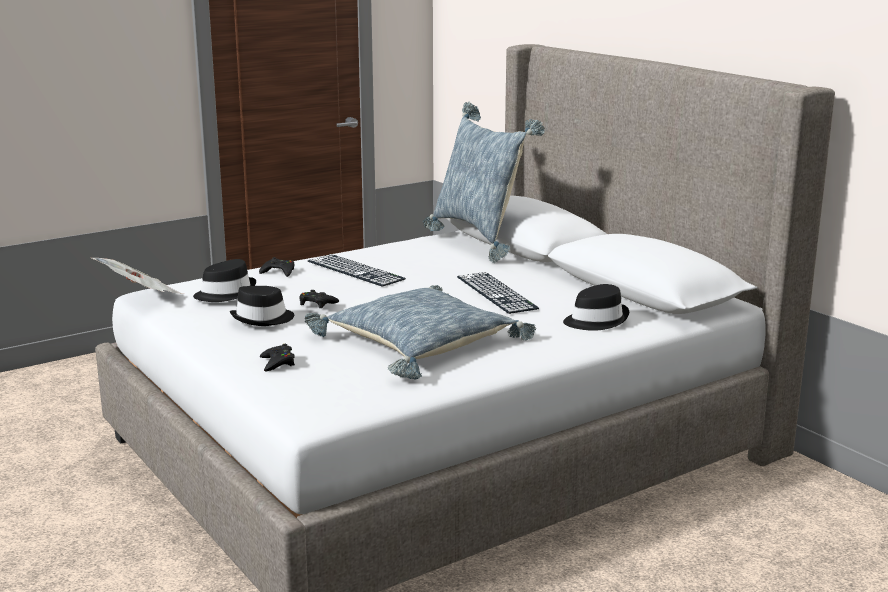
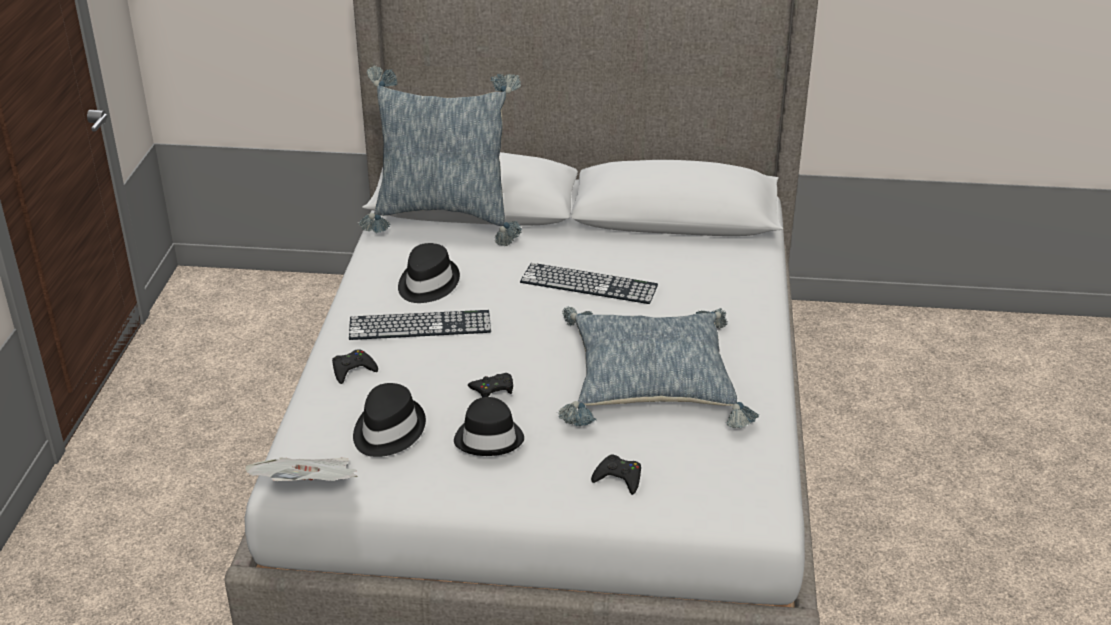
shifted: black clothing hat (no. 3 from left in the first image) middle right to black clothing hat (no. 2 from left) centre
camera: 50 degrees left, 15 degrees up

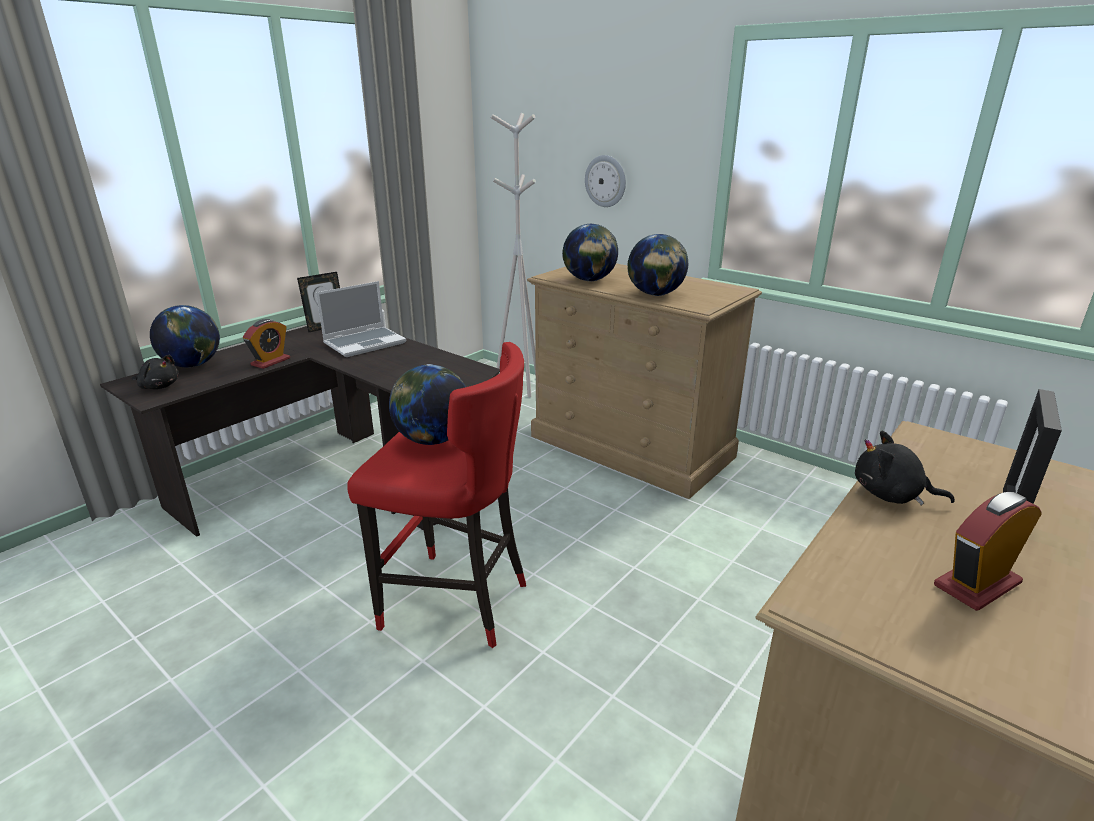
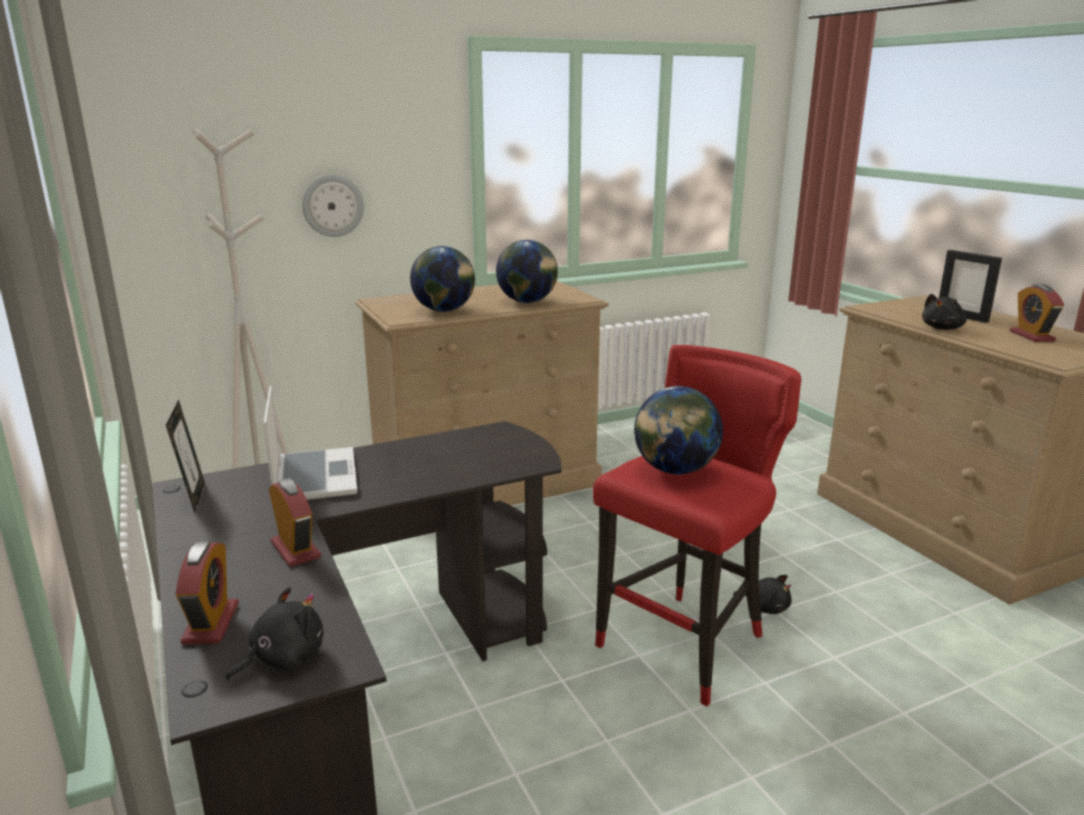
new: black soft toy (no. 2 from left) bottom right
swapped: globe (no. 1 from left) middle left to alarm clock (no. 1 from left) bottom left
camera: 65 degrees left, 5 degrees down

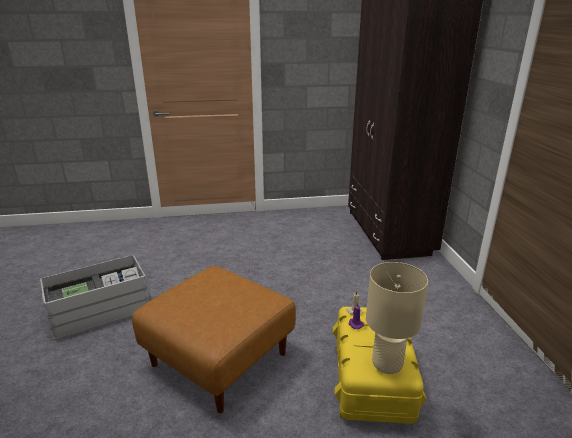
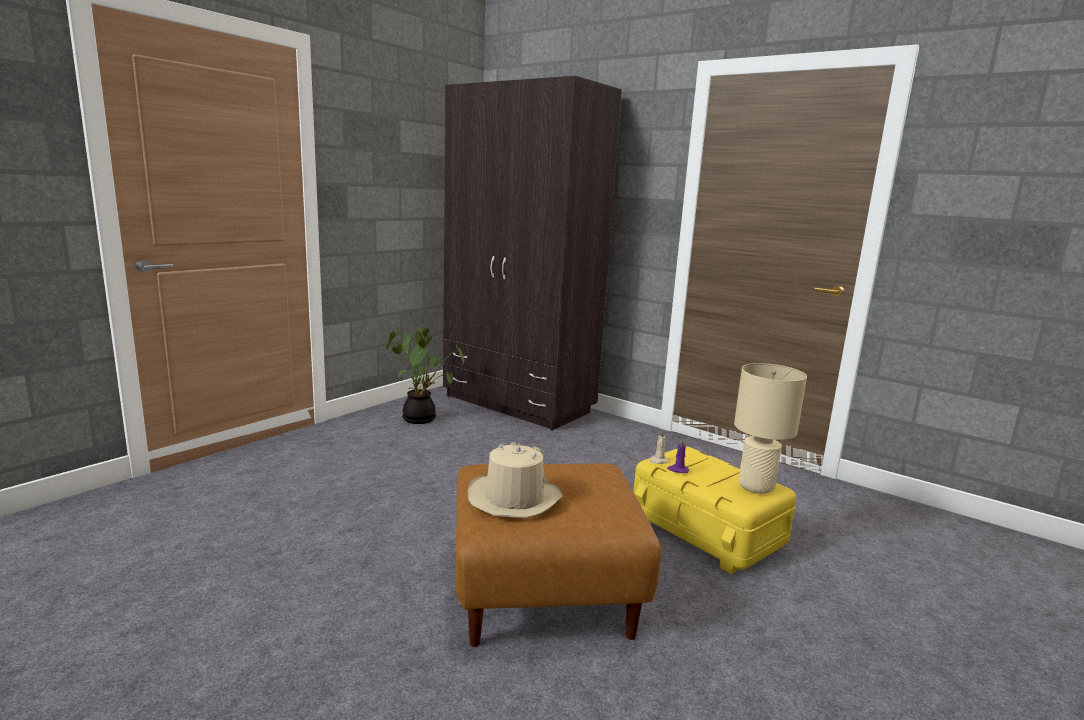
gone: greyish storage bin bottom left
new: potted plant centre; sand-coloured clothing hat bottom centre
camera: 45 degrees left, 10 degrees down

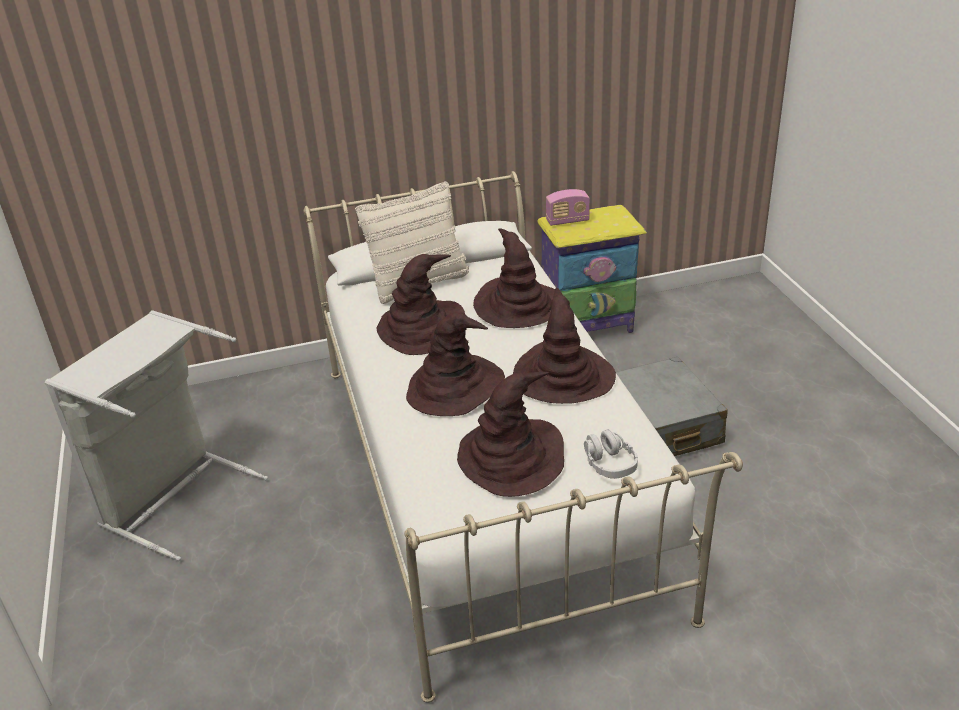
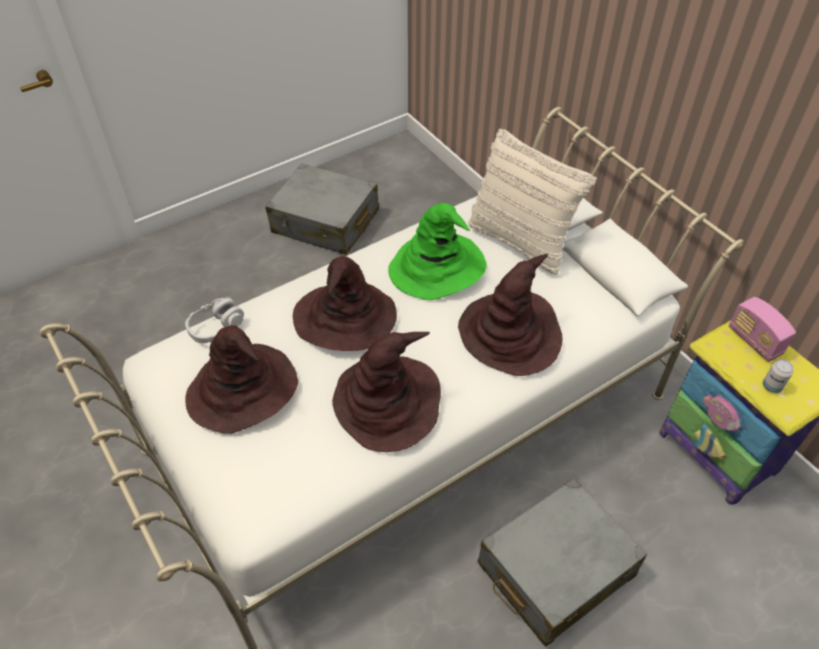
new: sealed can middle right
shifted: greyish pair of headphones centre to middle left
swapped: greyish hamper middle left to greyish travel case (no. 1 from left) top centre
repainted: brown-coloured clothing hat (no. 1 from left) centre to greenish clothing hat centre
camera: 70 degrees right, 15 degrees up

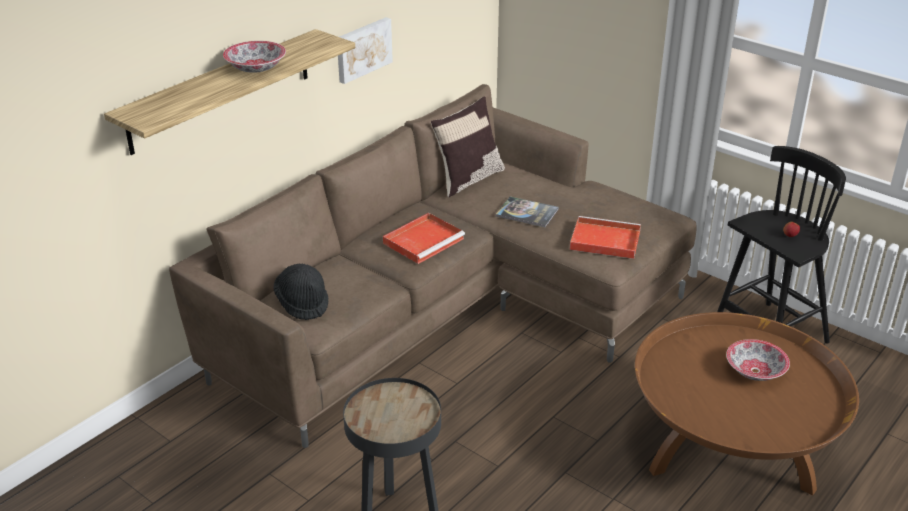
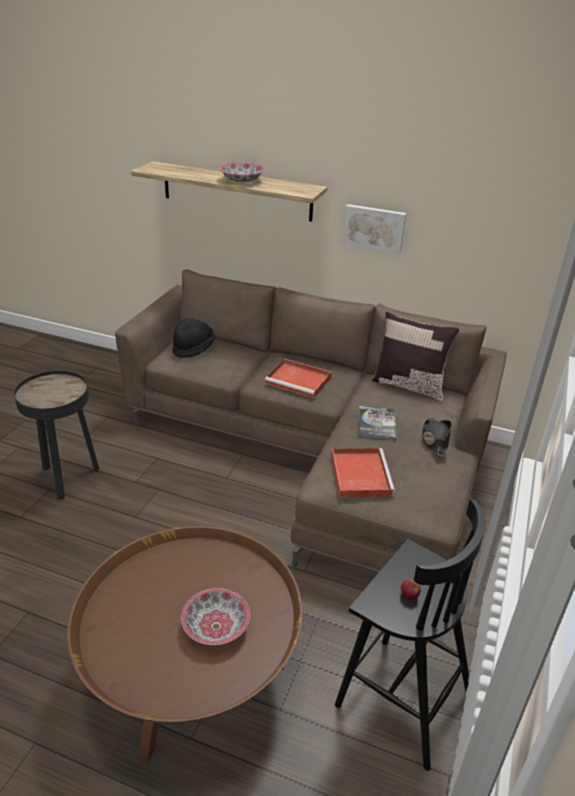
new: black clothing hat (no. 2 from left) middle right
camera: 70 degrees right, 0 degrees up

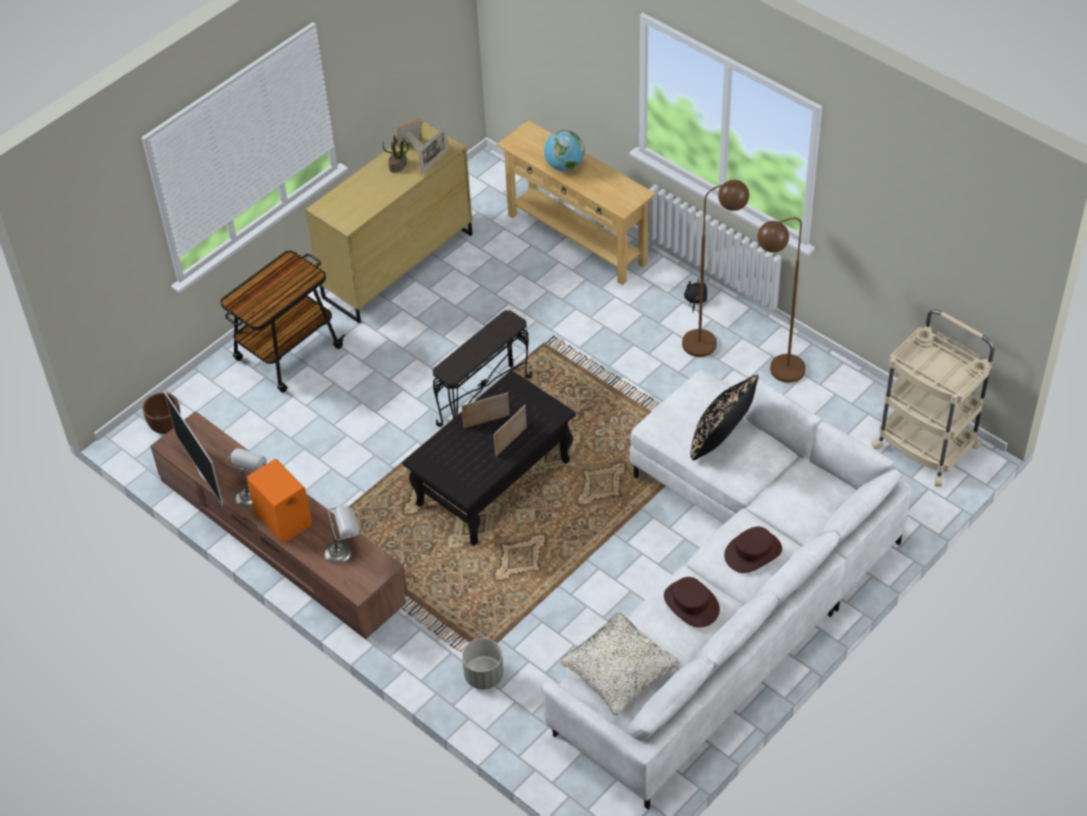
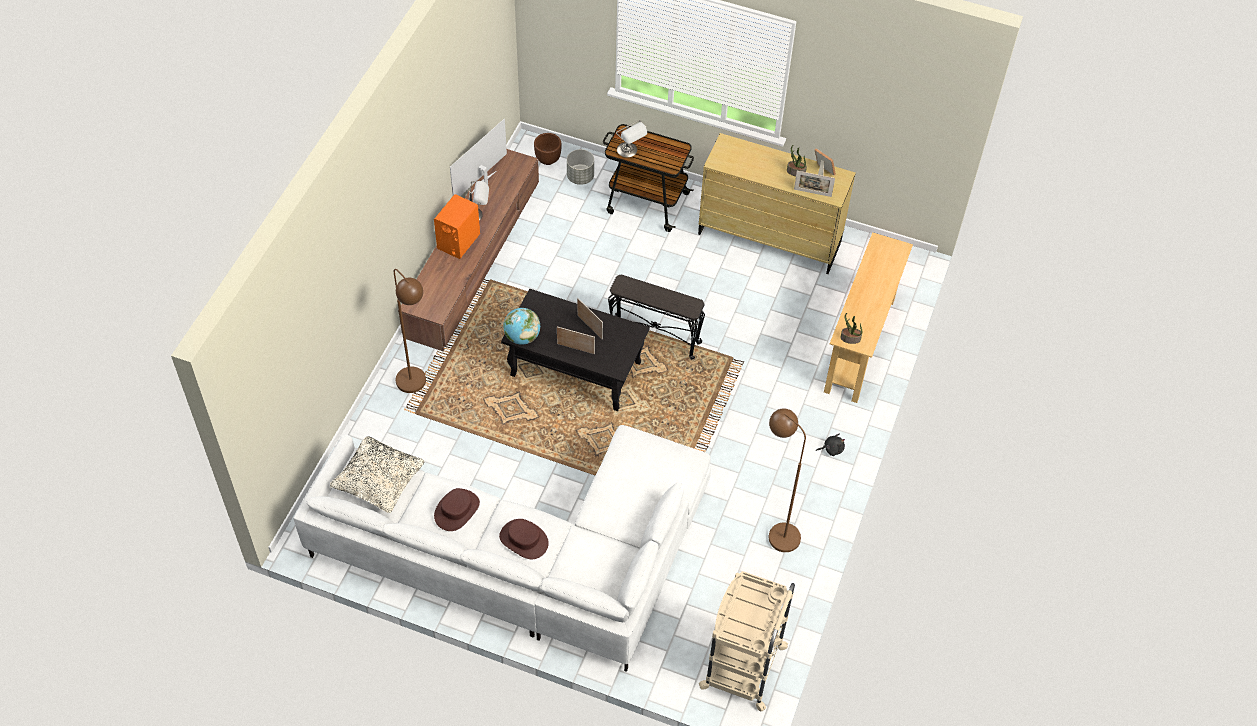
gone: black cushion centre
new: potted plant (no. 2 from left) middle right
shifted: brown-coloured standard lamp (no. 1 from left) top centre to middle left; globe top centre to centre; greyish planter bottom centre to top centre; whitish table lamp (no. 2 from left) middle left to top centre
camera: 65 degrees right, 5 degrees up

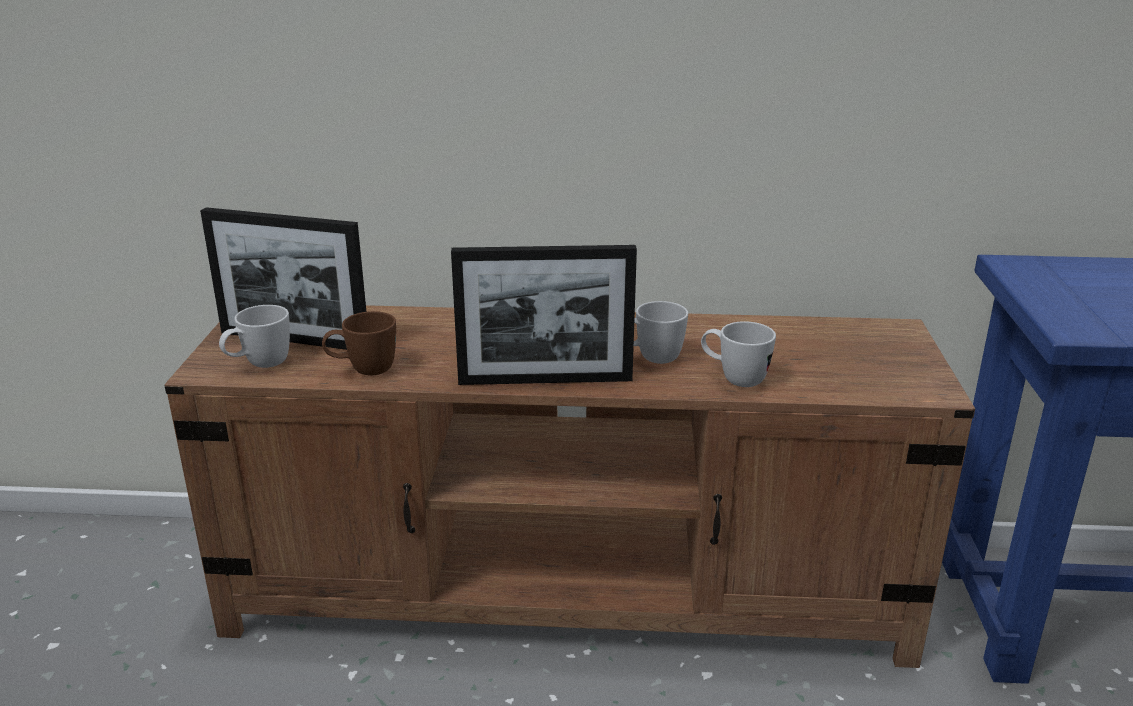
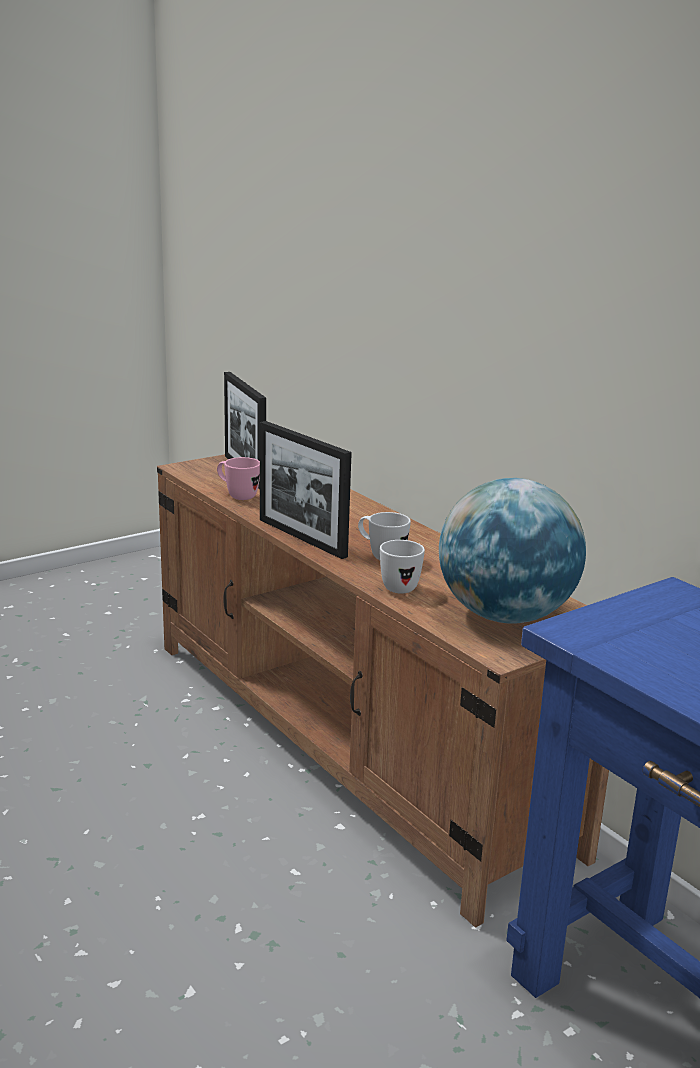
gone: whitish tea mug (no. 1 from left) middle left
new: globe middle right
repainted: brown-coloured tea mug middle left to pink-coloured tea mug centre
camera: 50 degrees right, 5 degrees down

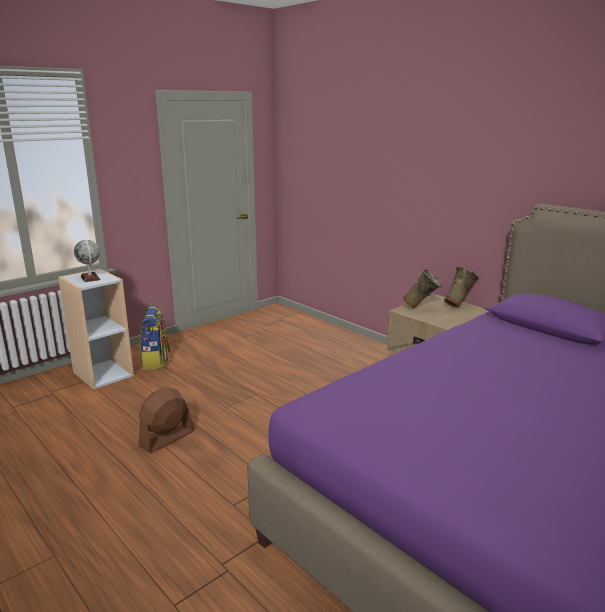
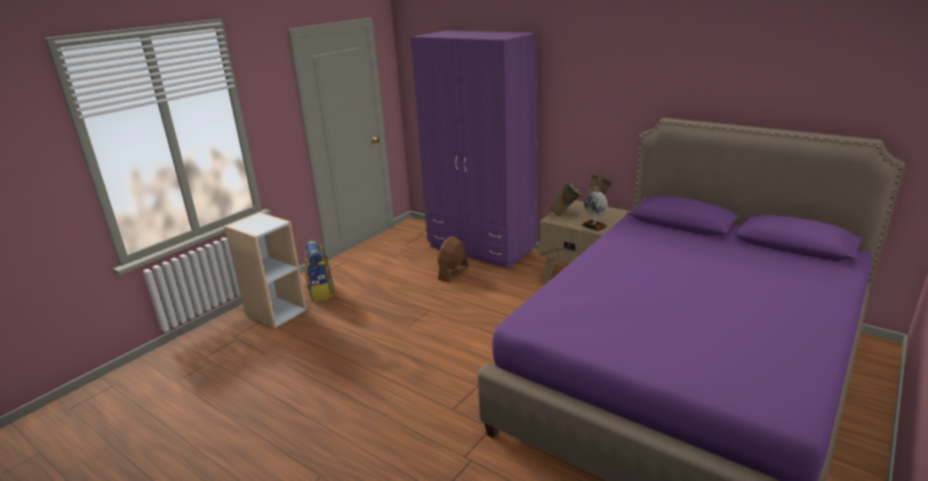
new: purplish wardrobe top centre
shifted: brown-coloured cooling fan bottom left to centre; globe middle left to centre
camera: 10 degrees left, 5 degrees up

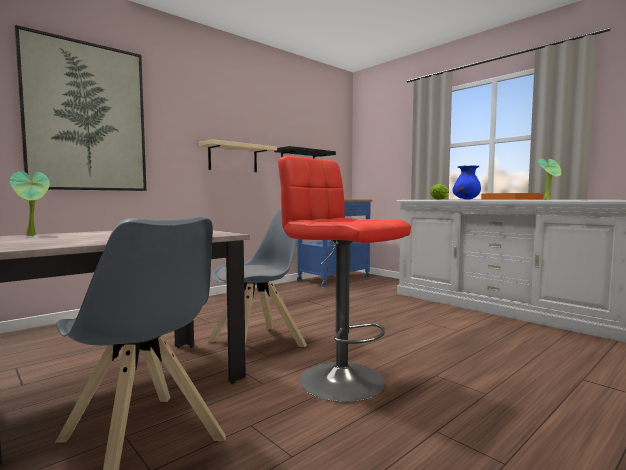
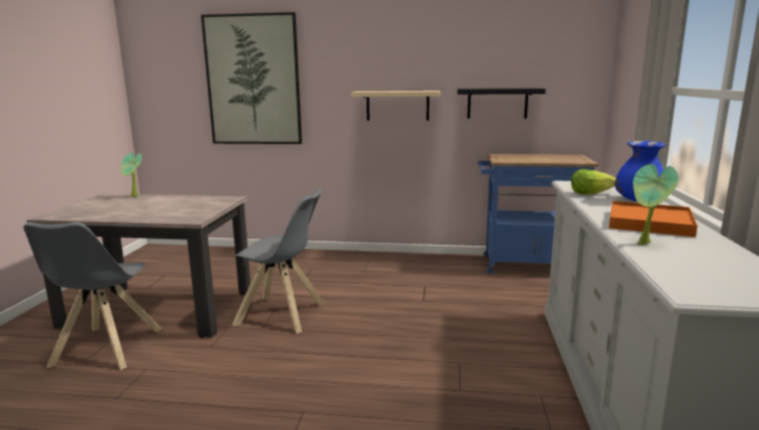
gone: reddish stool seat centre
camera: 50 degrees right, 10 degrees up

